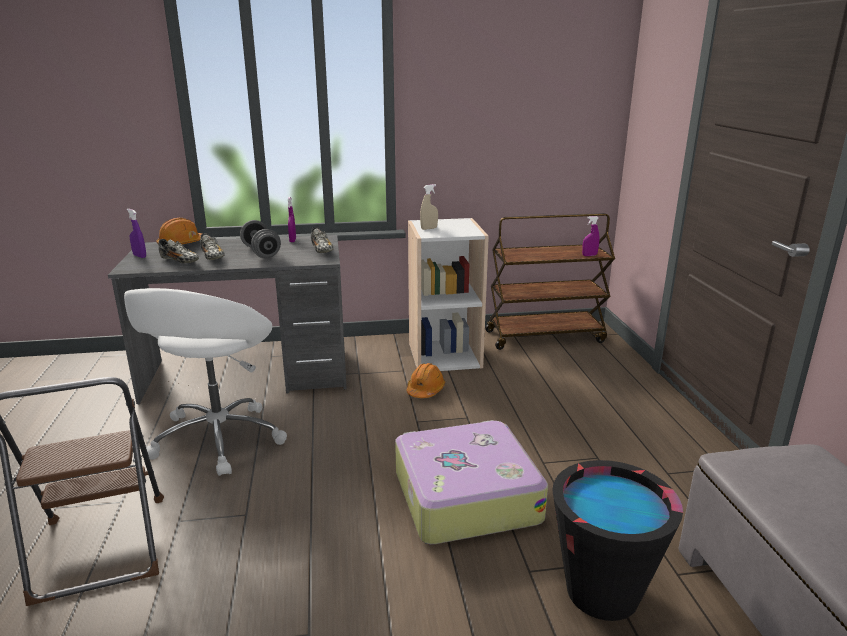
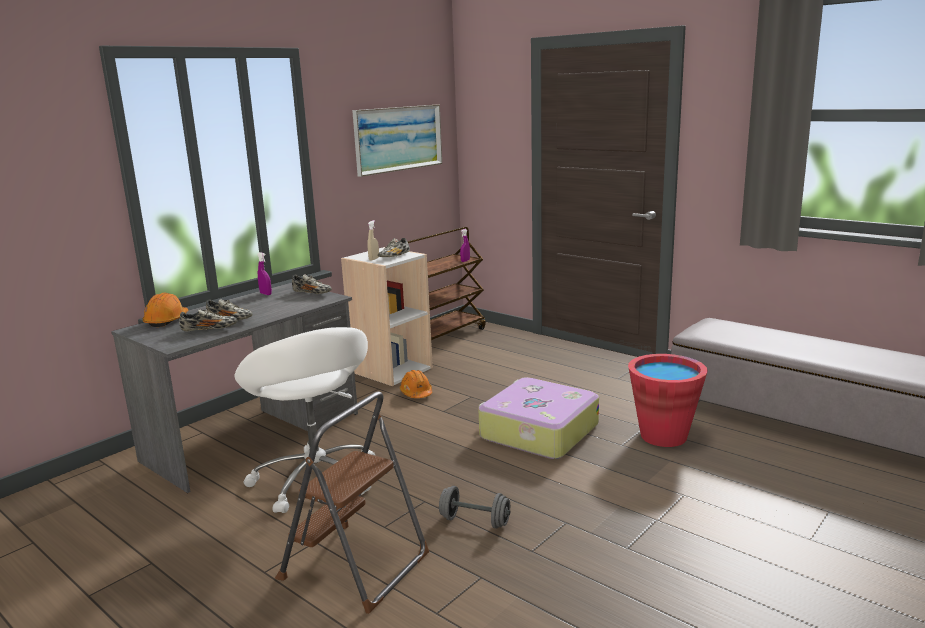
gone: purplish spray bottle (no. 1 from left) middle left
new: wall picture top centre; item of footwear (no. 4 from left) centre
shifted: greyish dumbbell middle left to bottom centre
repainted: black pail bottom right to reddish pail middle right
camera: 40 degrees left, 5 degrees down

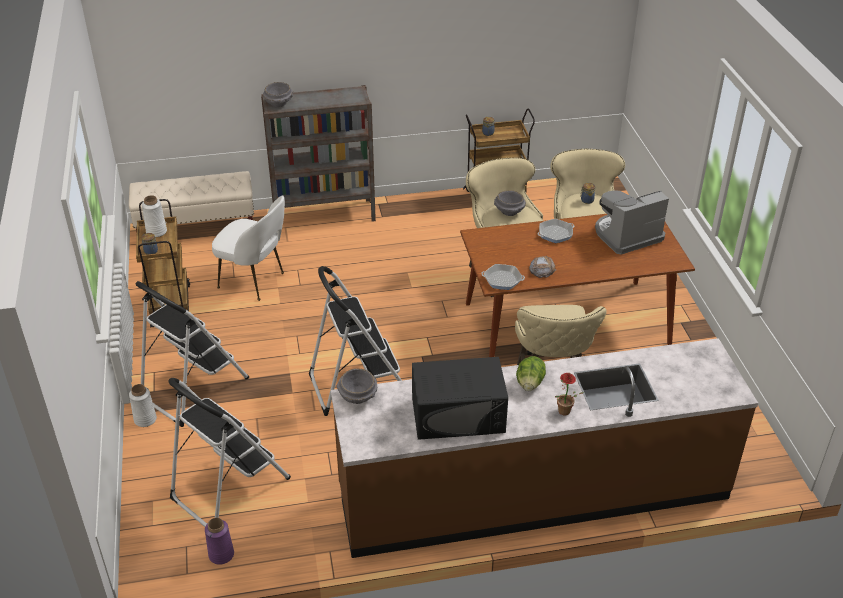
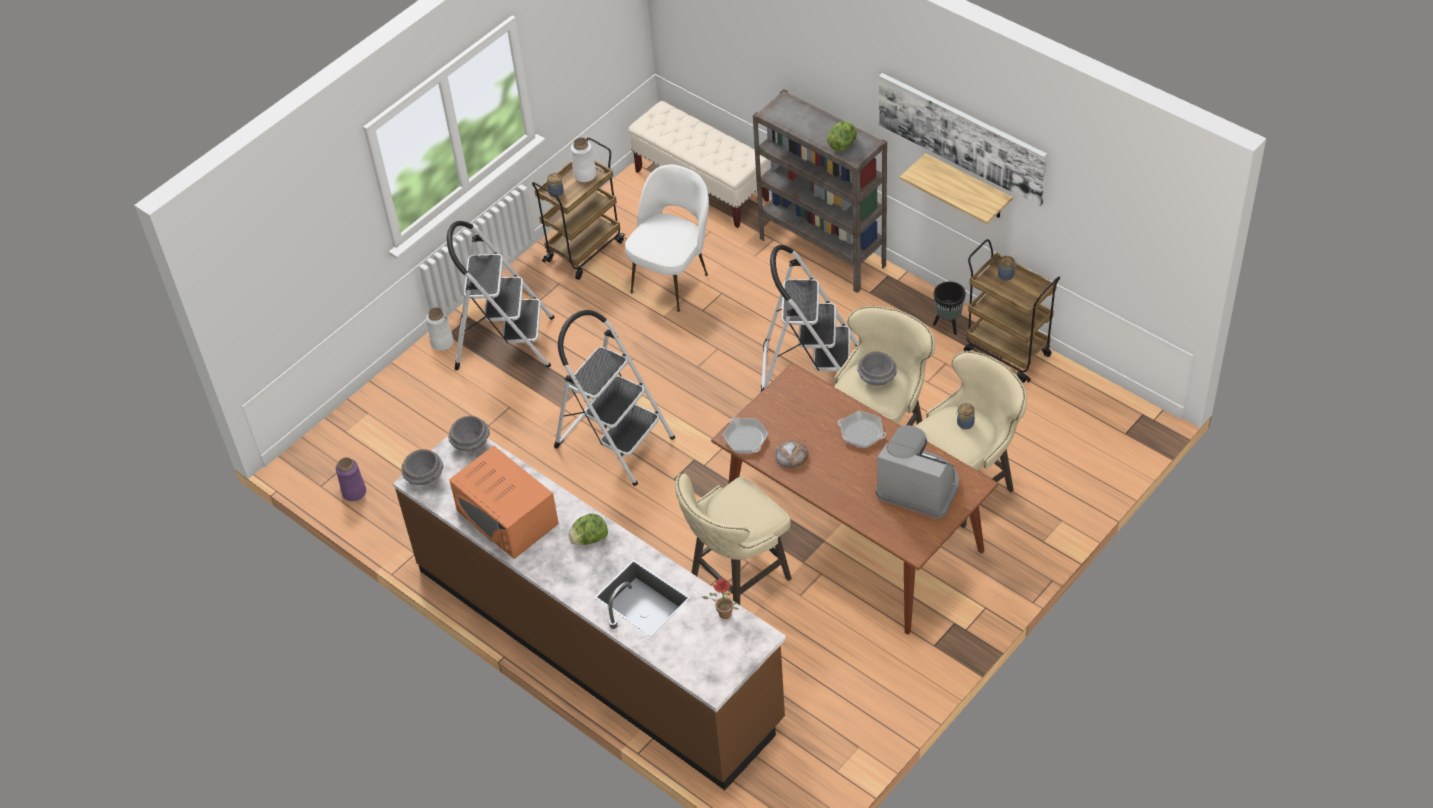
new: lettuce head (no. 2 from left) top centre; wall picture top right; wall shelf top right; black planter centre
shifted: greyish deep dish (no. 1 from left) top left to middle left; potted plant middle right to bottom centre; stepladder (no. 2 from left in the first image) bottom left to stepladder (no. 3 from left) centre
repainted: black microwave centre to orangey microwave centre
rotated: whitish upright chair middle left = top centre 135 degrees counterclockwise
camera: 55 degrees right, 10 degrees up

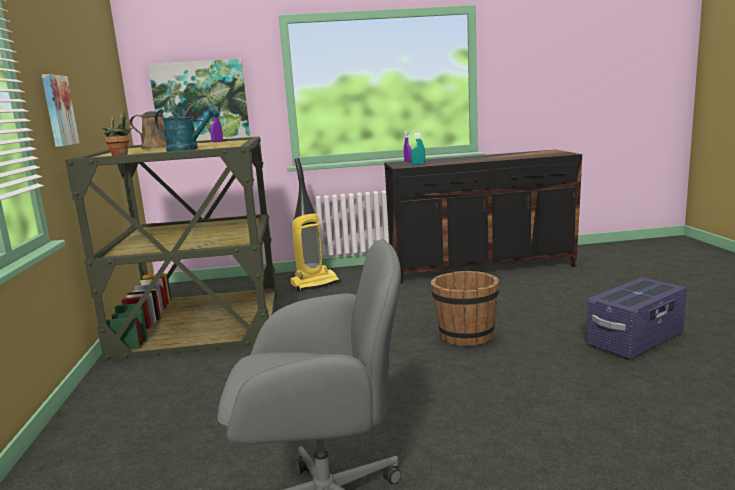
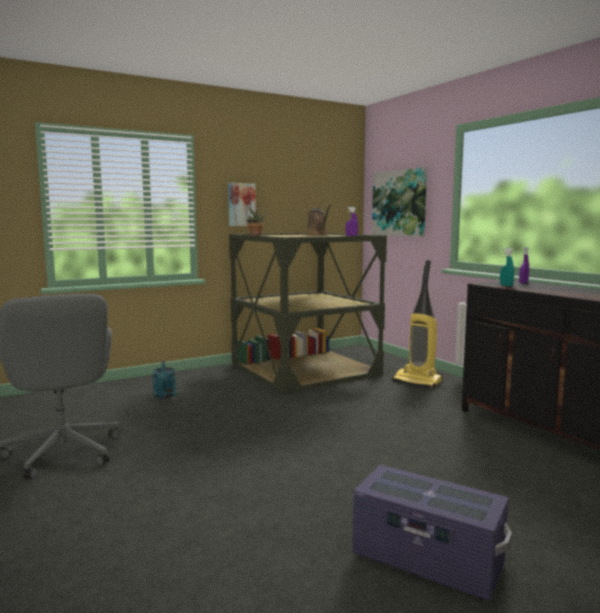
gone: brown-coloured pail centre
shifted: turquoise-coloured sprinkling can top left to middle left
camera: 65 degrees right, 5 degrees down

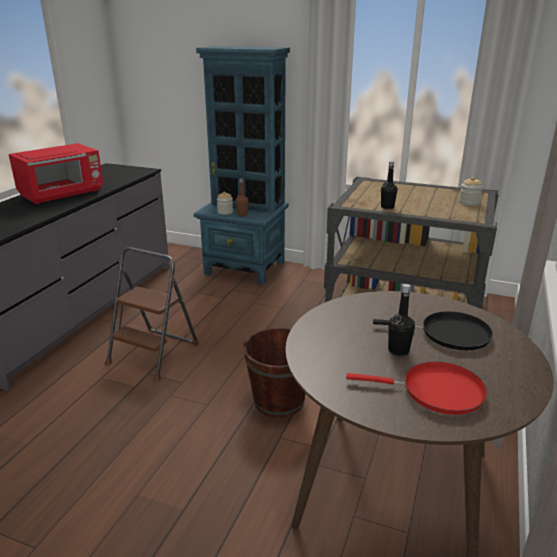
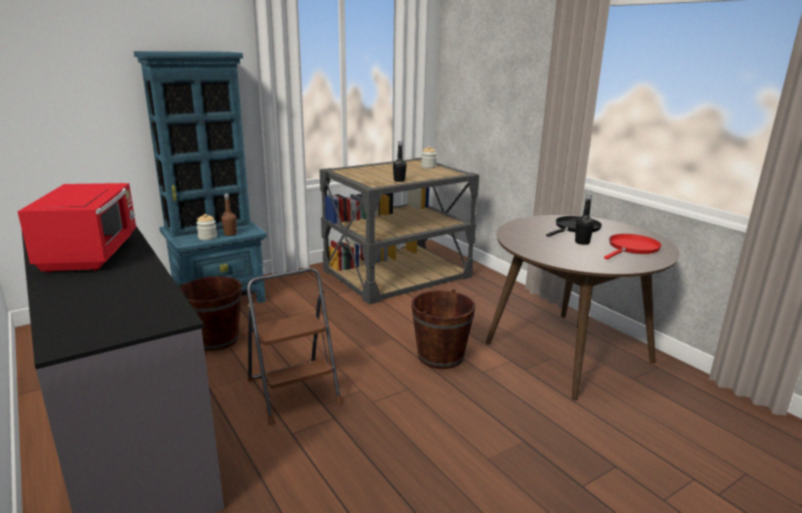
new: brown-coloured pail (no. 1 from left) middle left
camera: 55 degrees left, 5 degrees down

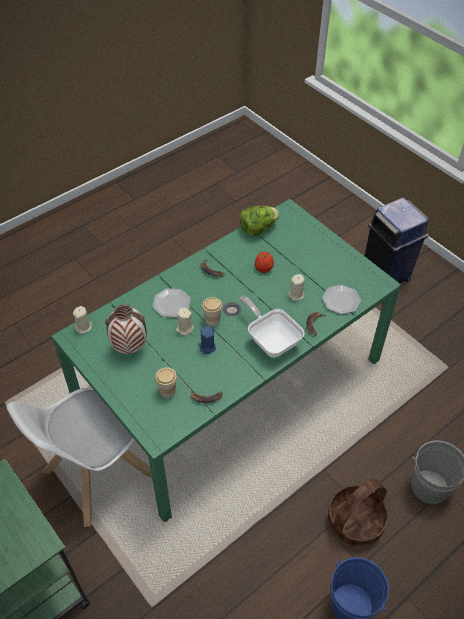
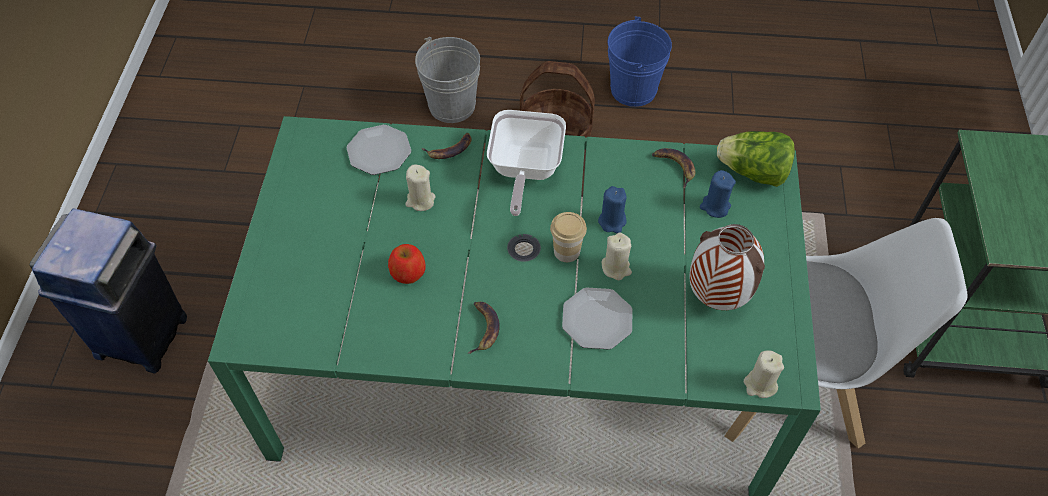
shifted: lettuce head centre to top right
swapped: drinking cup (no. 1 from left) centre to bluish wax light (no. 2 from left) middle right
camera: 135 degrees left, 5 degrees up

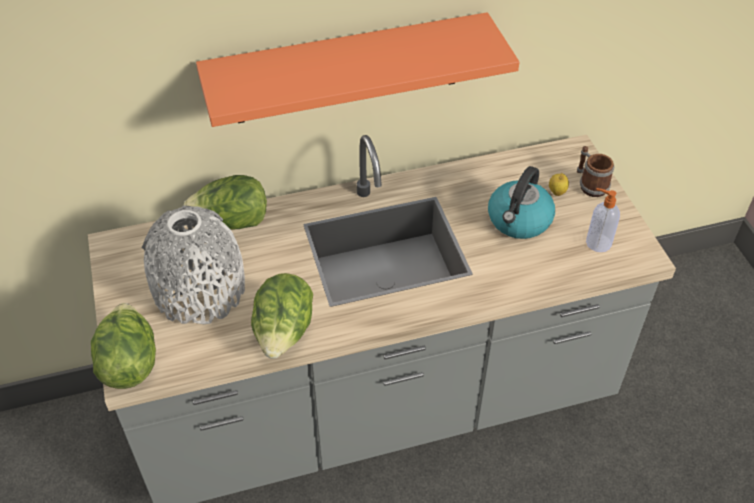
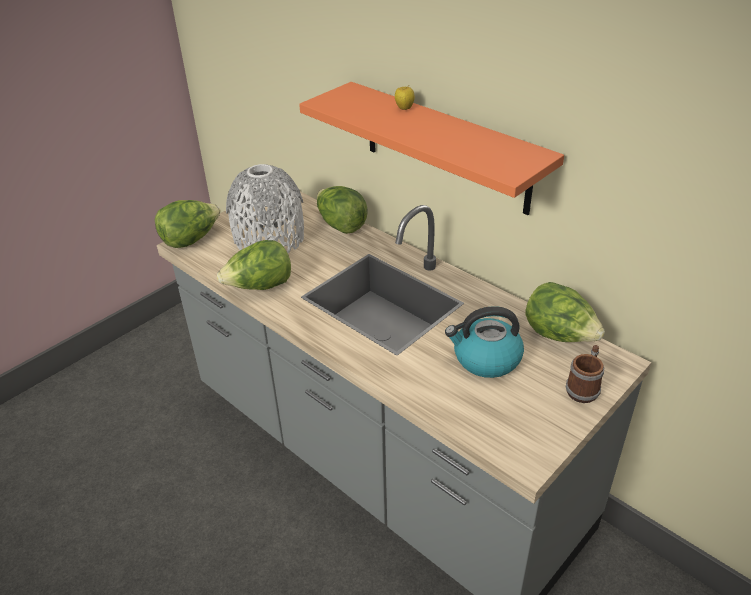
gone: liquid soap bottle middle right
new: lettuce head (no. 4 from left) middle right
shifted: apple fruit middle right to top centre
camera: 60 degrees right, 10 degrees down

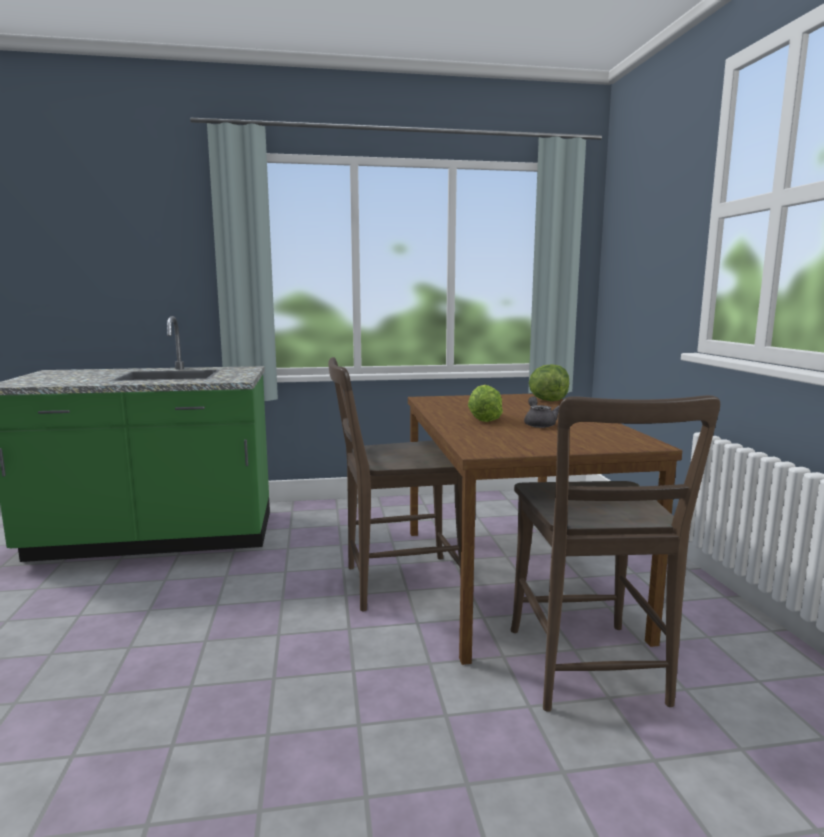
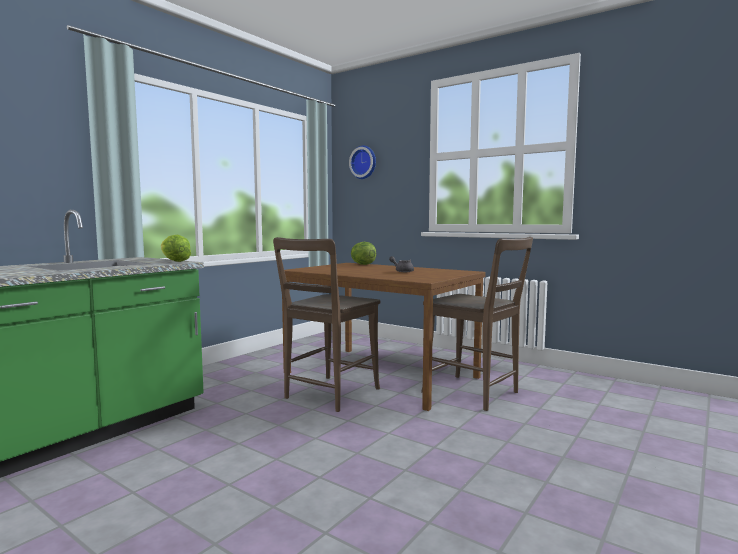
new: hanging clock top centre
shifted: lettuce head (no. 1 from left) centre to middle left
camera: 45 degrees left, 5 degrees down

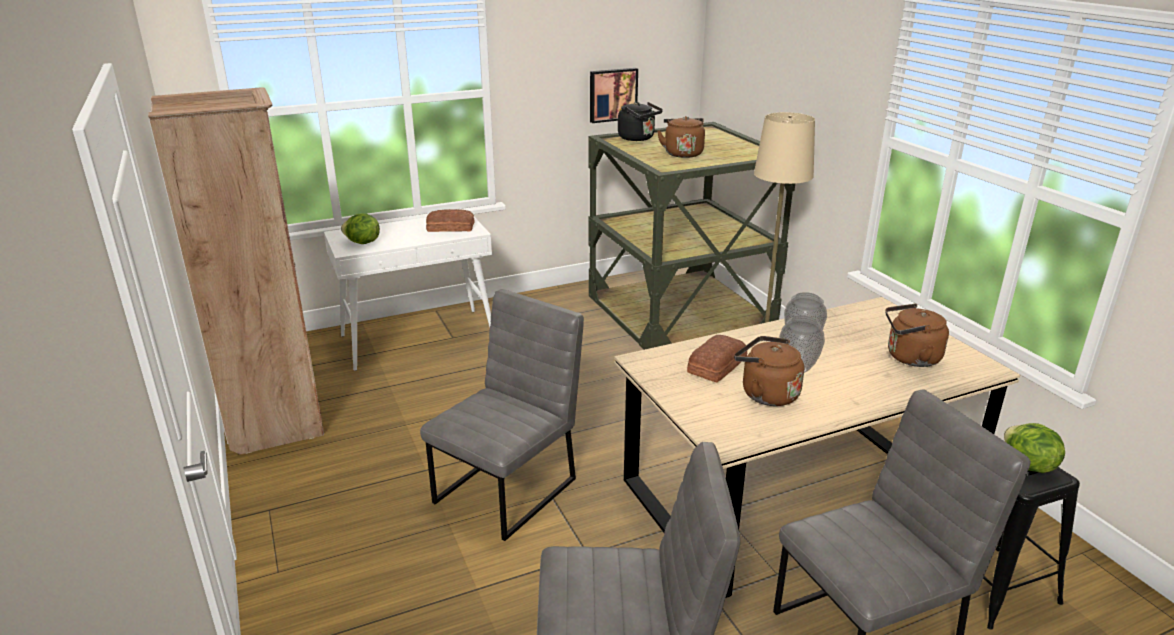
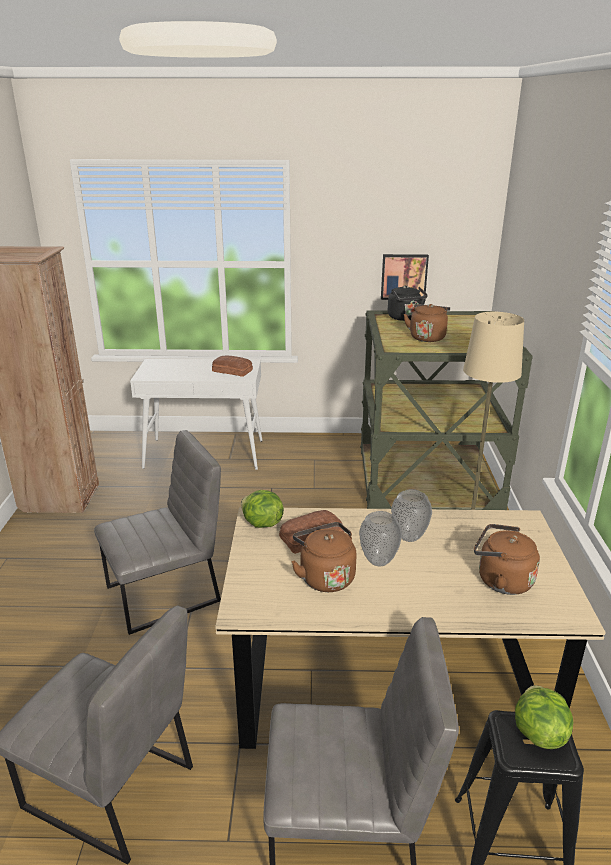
shifted: lettuce head (no. 1 from left) middle left to centre
camera: 25 degrees right, 0 degrees up

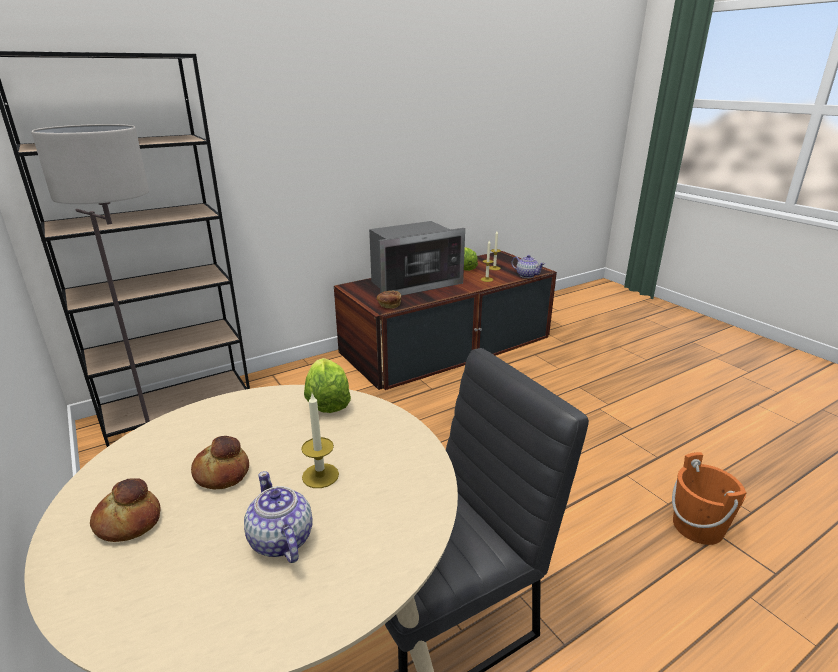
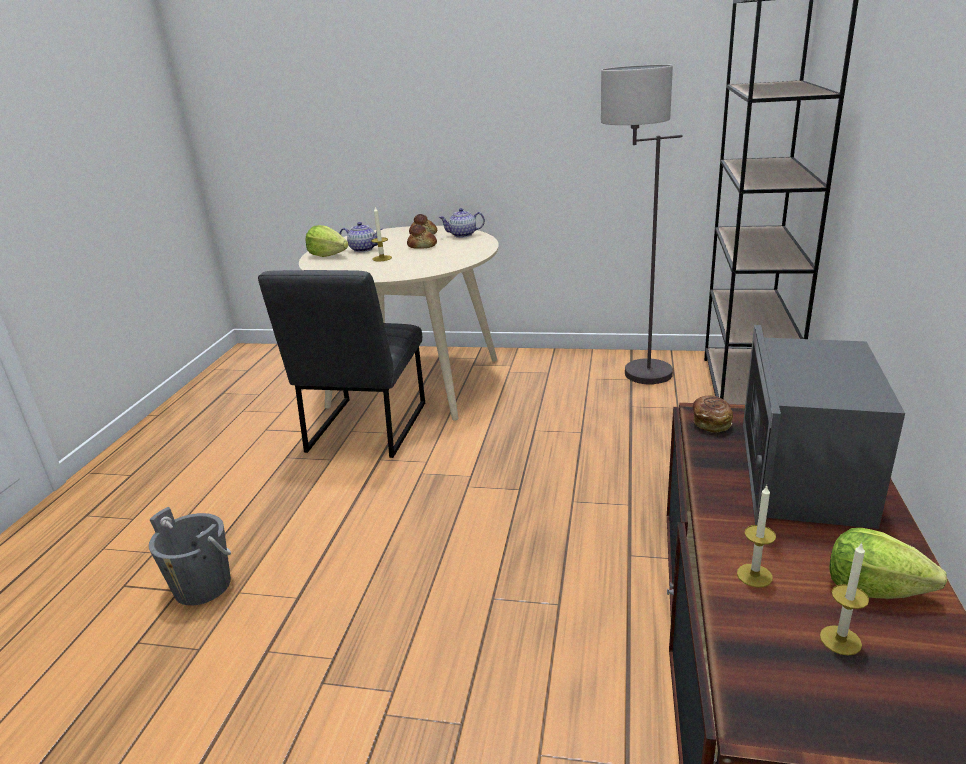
shifted: lettuce head (no. 1 from left) centre to top centre; teapot (no. 2 from left) centre to top centre
repainted: orangey pail bottom right to greyish pail bottom left
camera: 135 degrees right, 0 degrees up

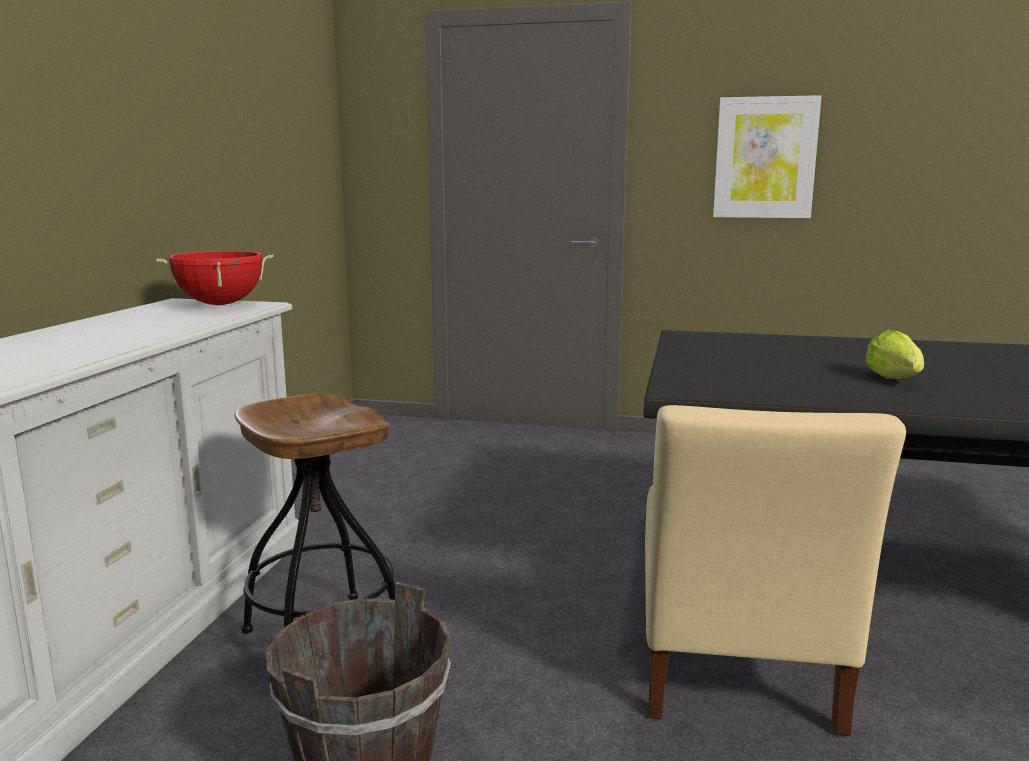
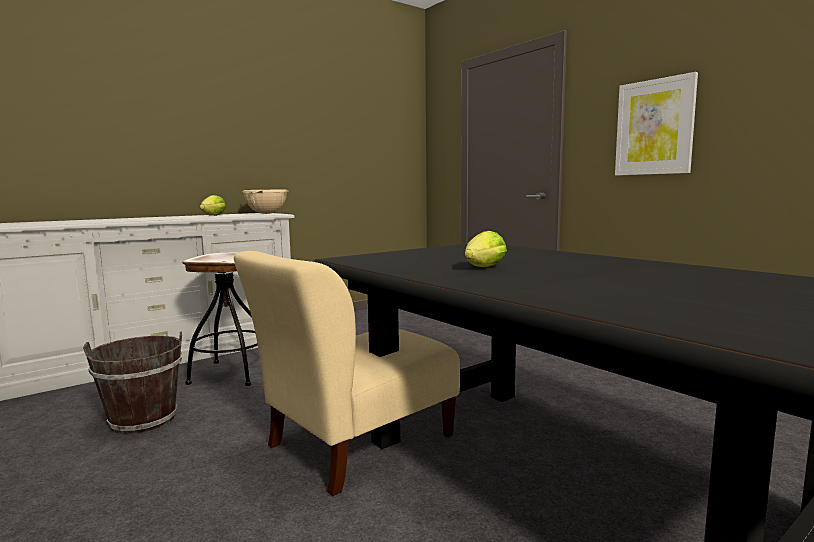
new: lettuce head (no. 1 from left) middle left
repainted: reddish stockpot middle left to sand-coloured stockpot middle left
camera: 40 degrees right, 5 degrees down

